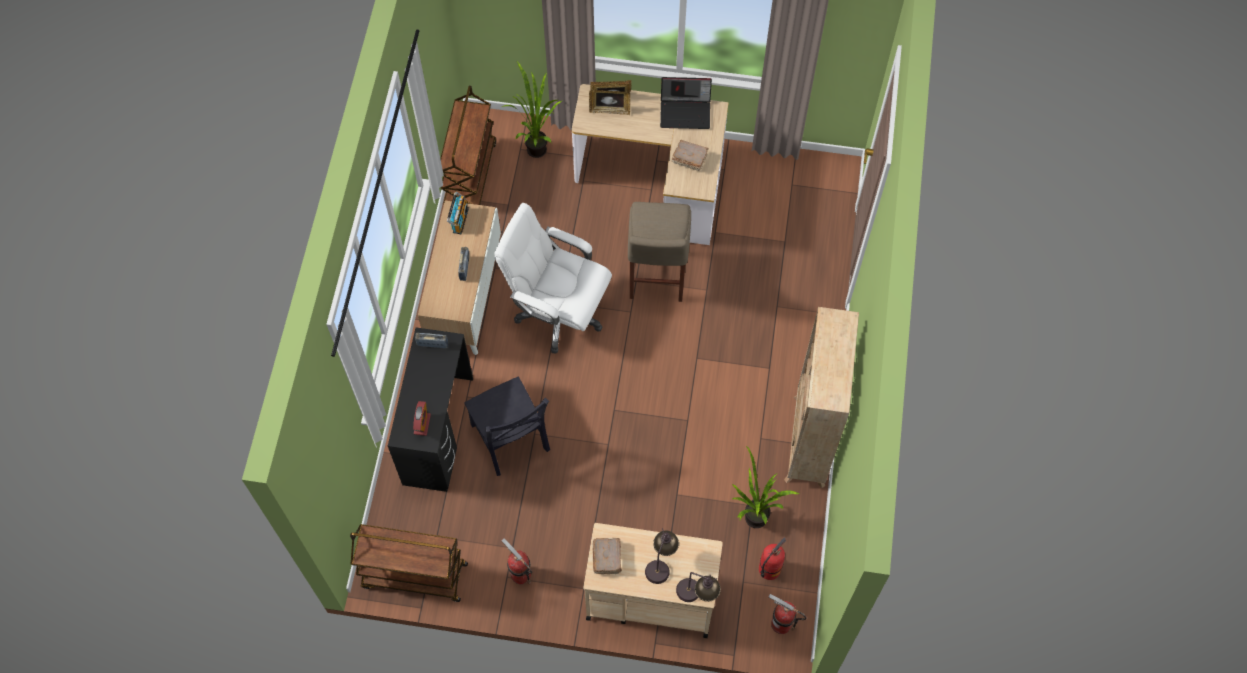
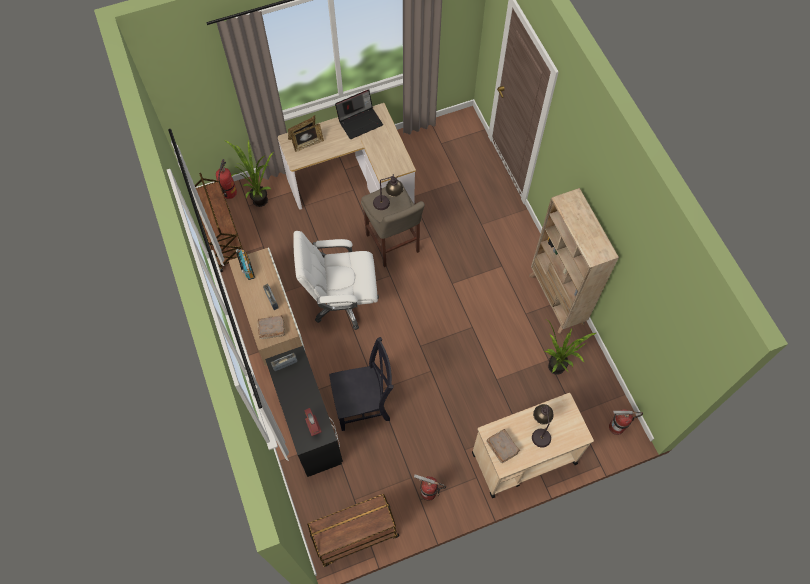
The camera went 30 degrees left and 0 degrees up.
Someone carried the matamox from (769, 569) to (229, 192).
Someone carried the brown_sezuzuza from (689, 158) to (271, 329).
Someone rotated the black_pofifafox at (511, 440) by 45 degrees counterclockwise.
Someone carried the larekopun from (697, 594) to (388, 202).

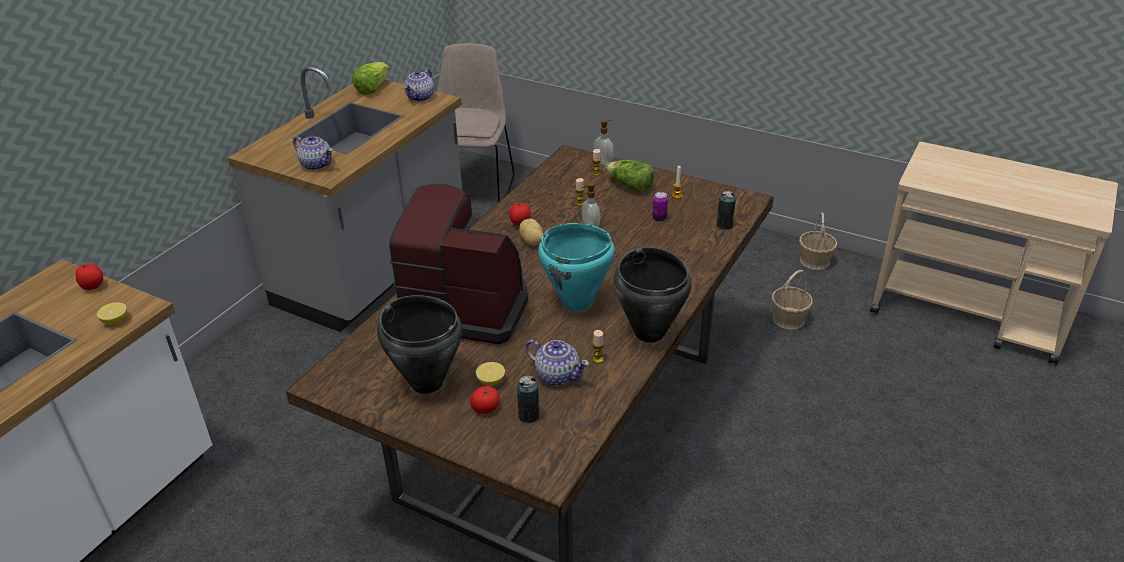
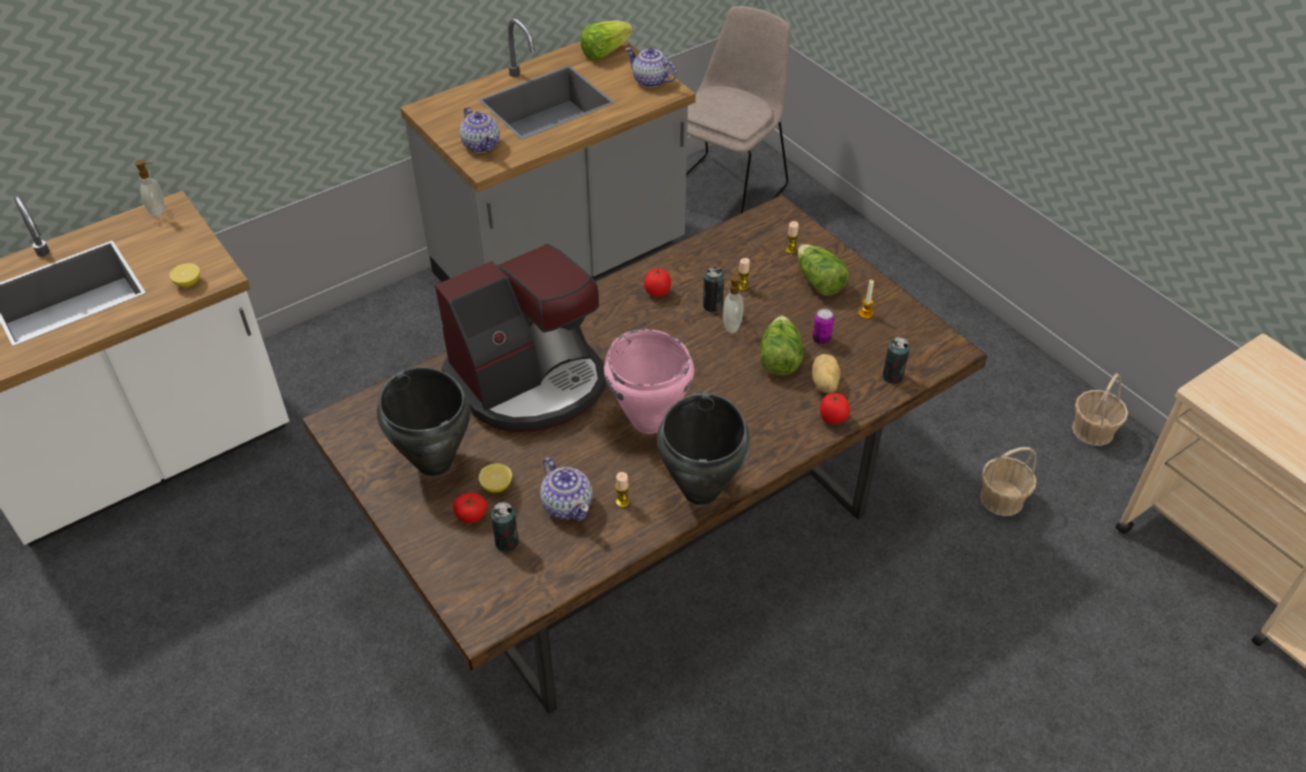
The camera went 25 degrees right and 10 degrees up.
Someone carried the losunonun from (604, 162) to (159, 211).
Someone rotated the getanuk at (465, 306) by 105 degrees clockwise.
Someone repainted the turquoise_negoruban at (577, 303), which became the pink_negoruban at (649, 422).
Someone rotated the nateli at (421, 98) by 75 degrees clockwise.
Someone put down the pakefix at (712, 306).
Someone put down the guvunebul at (779, 358).
Someone carried the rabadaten from (532, 242) to (823, 383).
Someone carried the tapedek from (93, 287) to (833, 419).

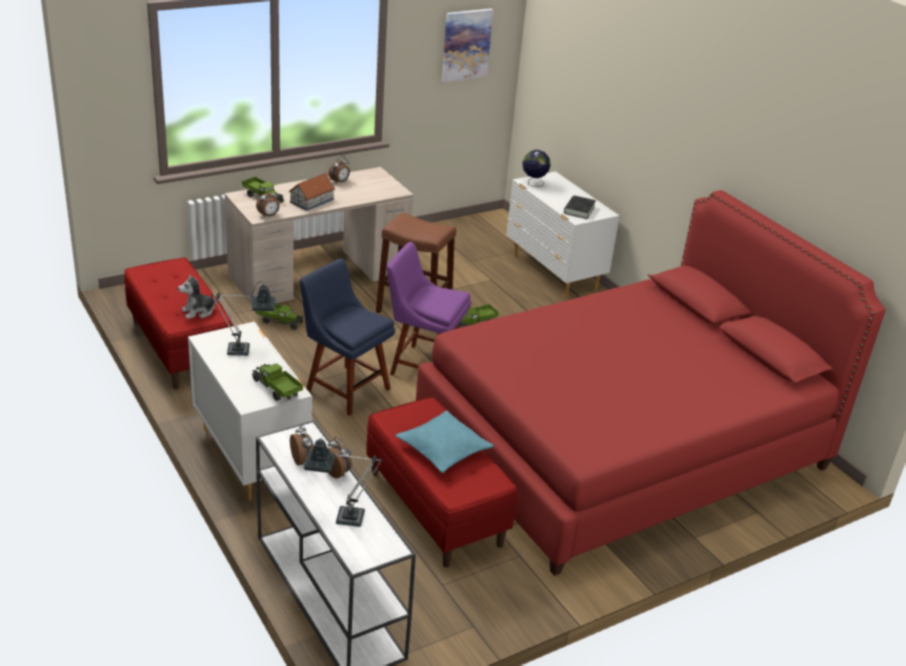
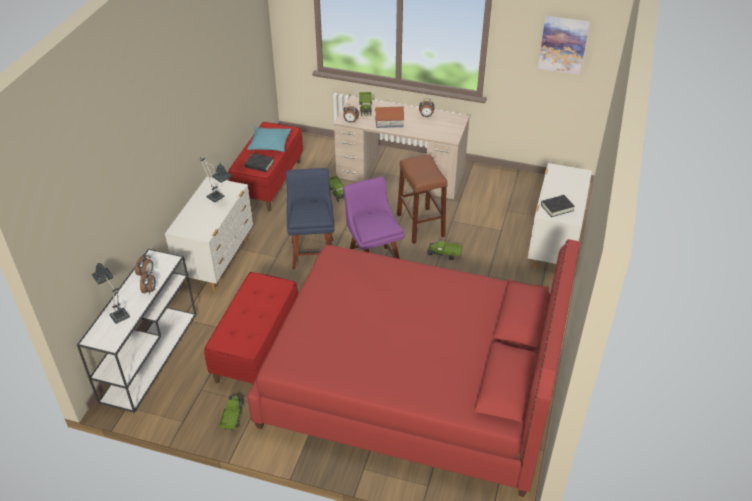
The camera went 50 degrees right and 10 degrees up.
Someone carried the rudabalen from (276, 389) to (233, 416).
Someone swapped the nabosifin at (198, 312) for the black_sezuzuza at (259, 165).
Someone carried the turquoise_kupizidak from (443, 449) to (270, 144).
Someone took away the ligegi at (533, 183).

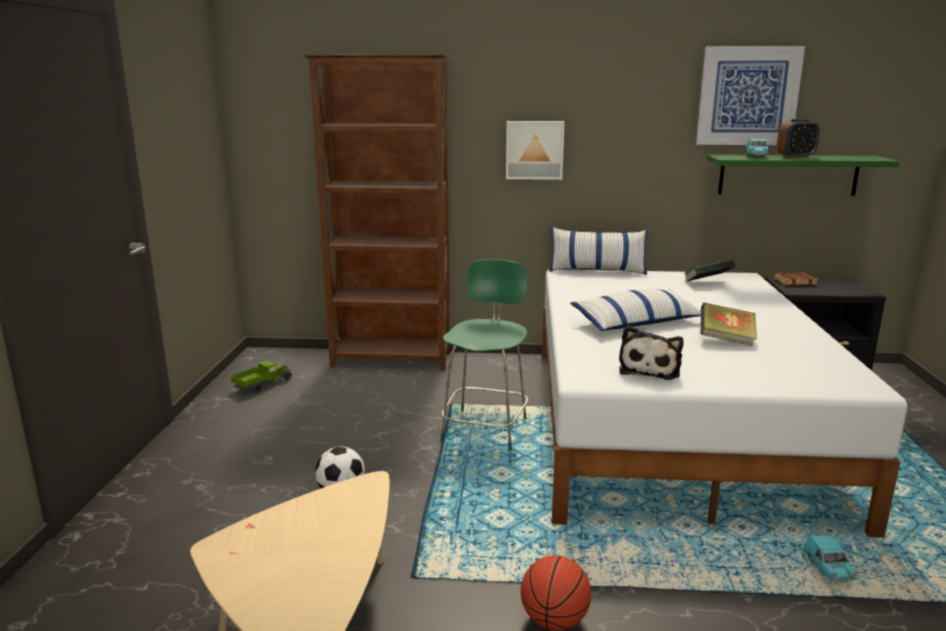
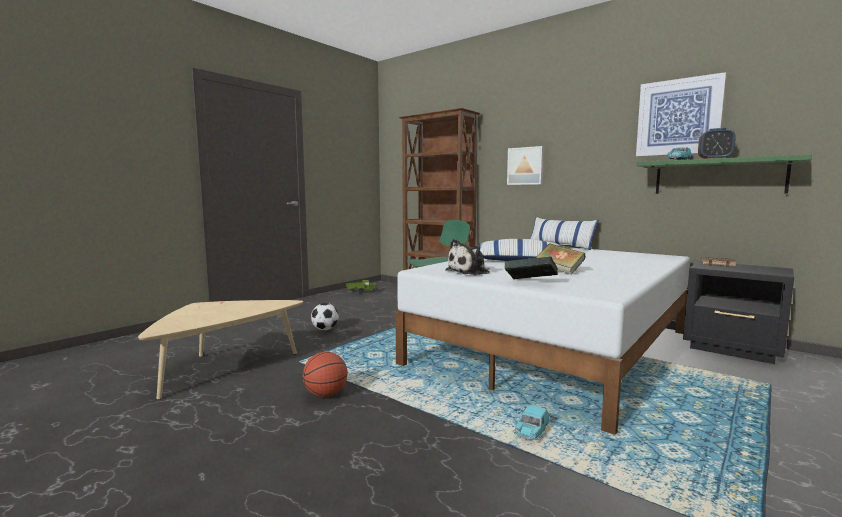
The camera went 35 degrees right and 10 degrees down.
Someone carried the sezuzuza from (707, 283) to (530, 283).

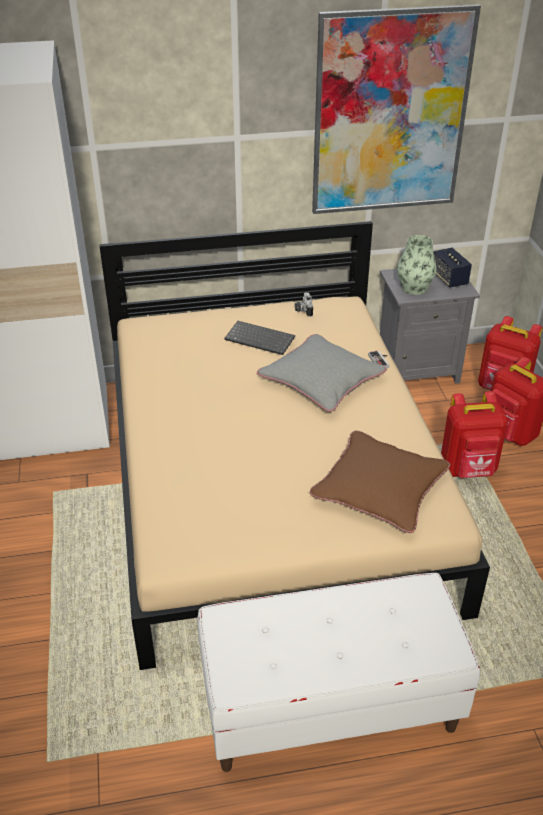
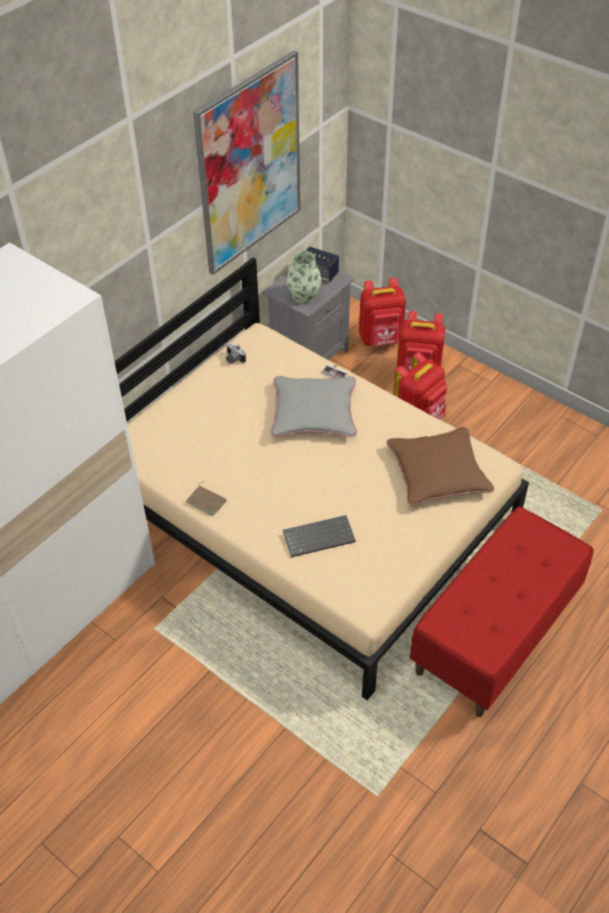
The camera went 40 degrees left and 10 degrees up.
Someone put down the brown_sezuzuza at (207, 501).
Someone carried the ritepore from (261, 339) to (319, 536).
Someone repainted the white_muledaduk at (329, 704), which became the red_muledaduk at (495, 633).

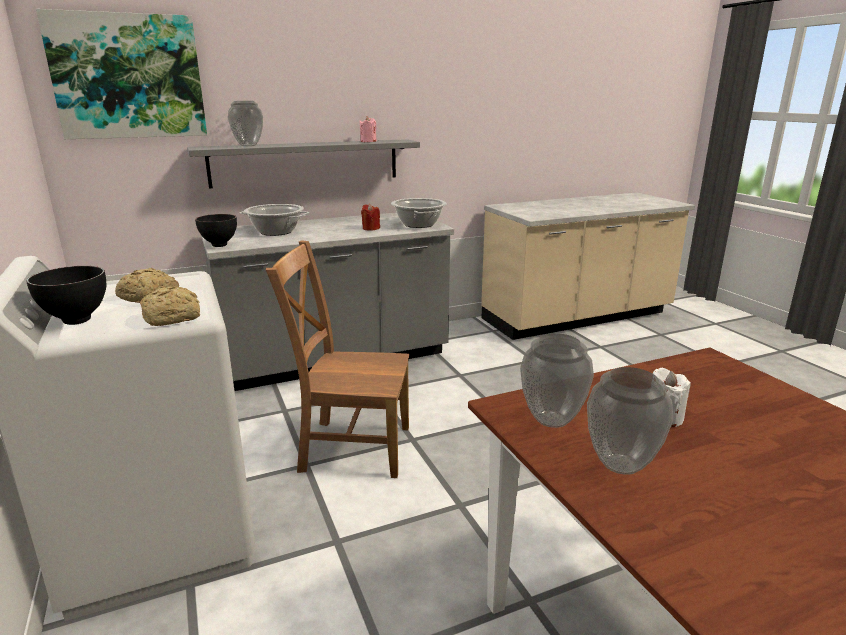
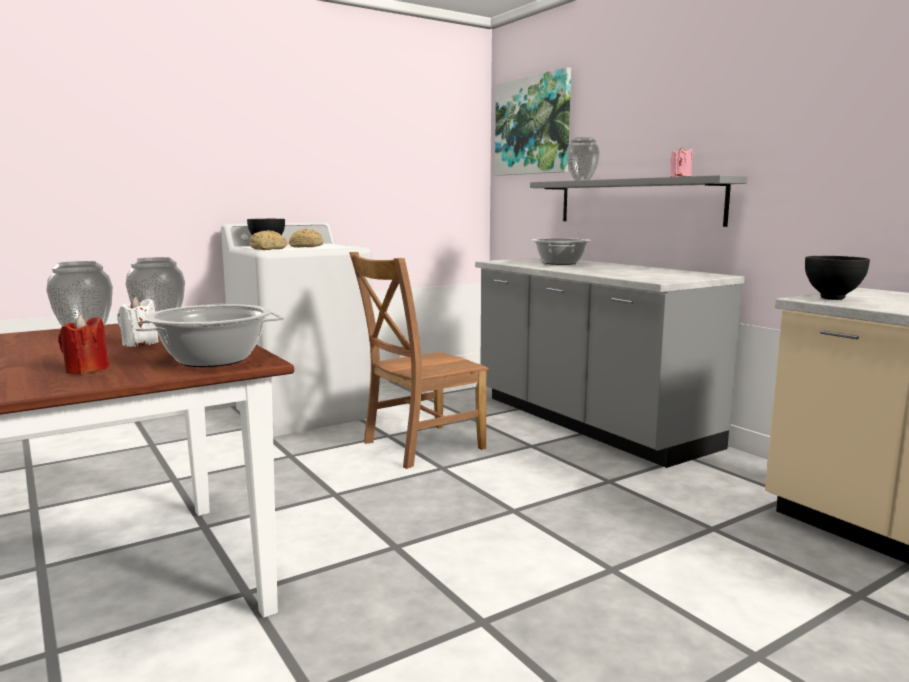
The camera went 80 degrees right and 10 degrees down.
Someone carried the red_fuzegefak from (371, 228) to (86, 370).
Someone carried the negoruban from (419, 224) to (212, 360).
Someone rotated the brown_pofifafox at (350, 447) by 120 degrees counterclockwise.
Someone carried the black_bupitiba from (219, 246) to (831, 298).

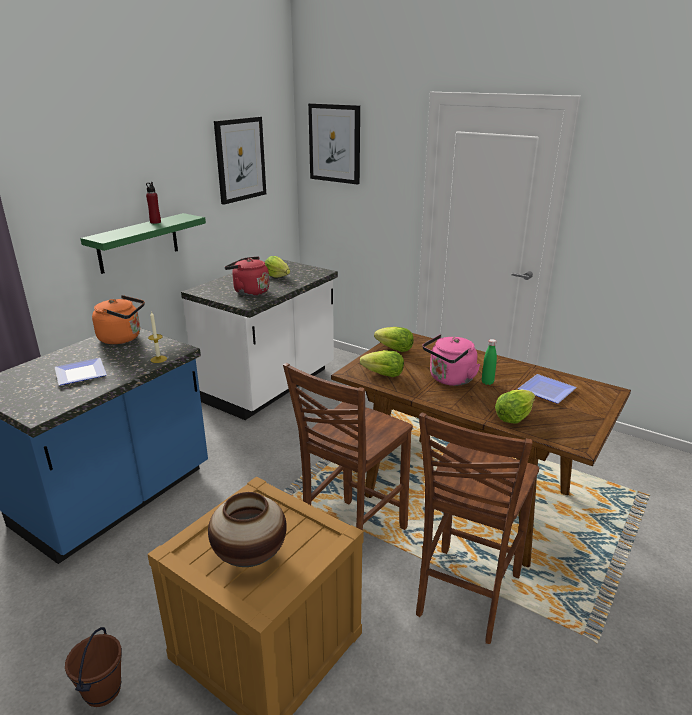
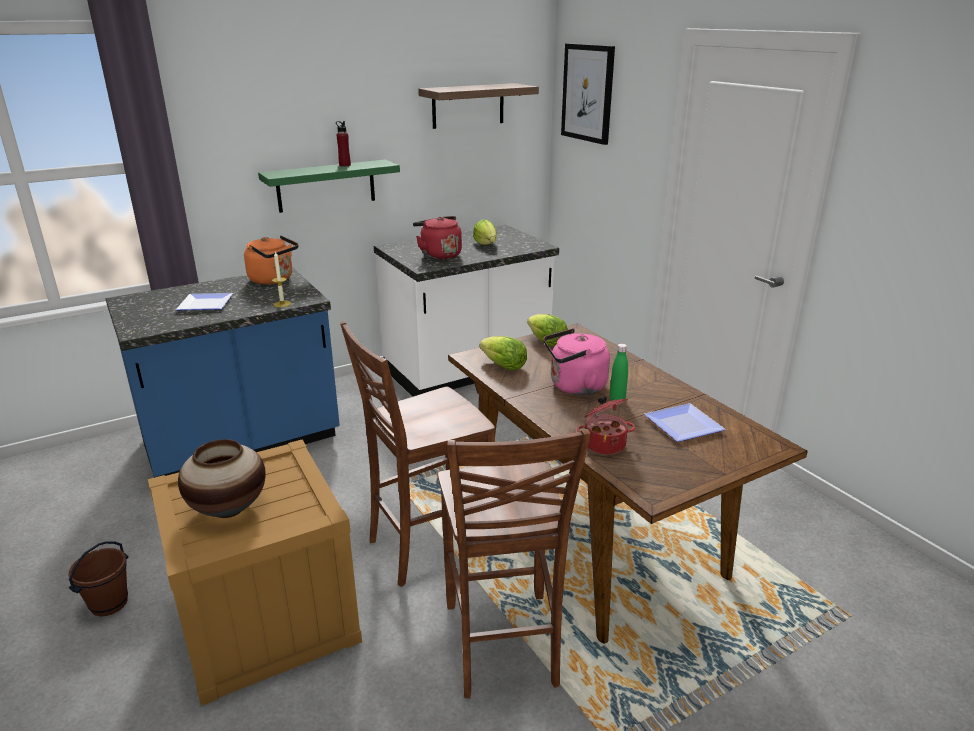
The camera went 25 degrees right and 0 degrees up.
Someone swapped the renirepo at (240, 159) for the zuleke at (468, 105).
Someone rotated the brown_pofifafox at (465, 595) by 60 degrees counterclockwise.
Someone swapped the guvunebul at (513, 417) for the negoruban at (604, 444).

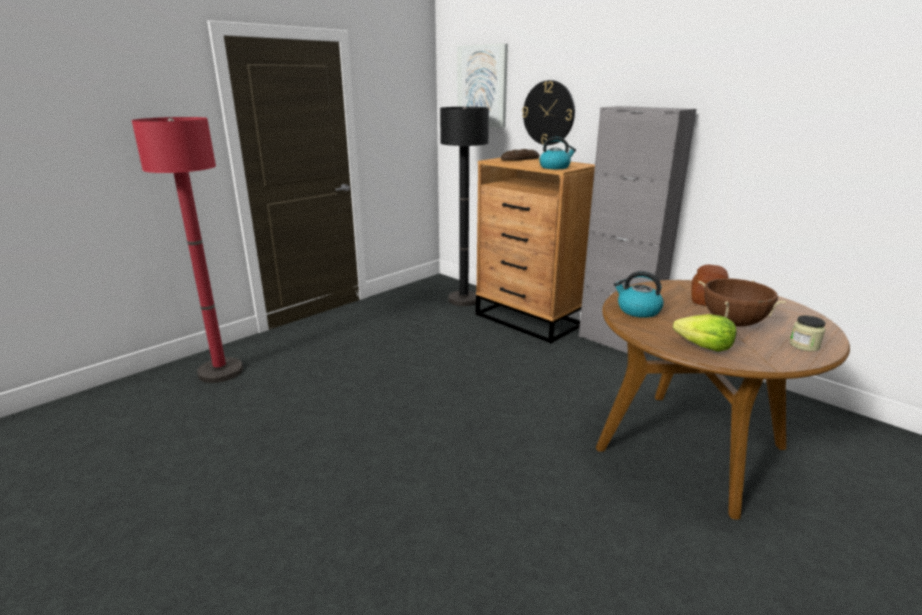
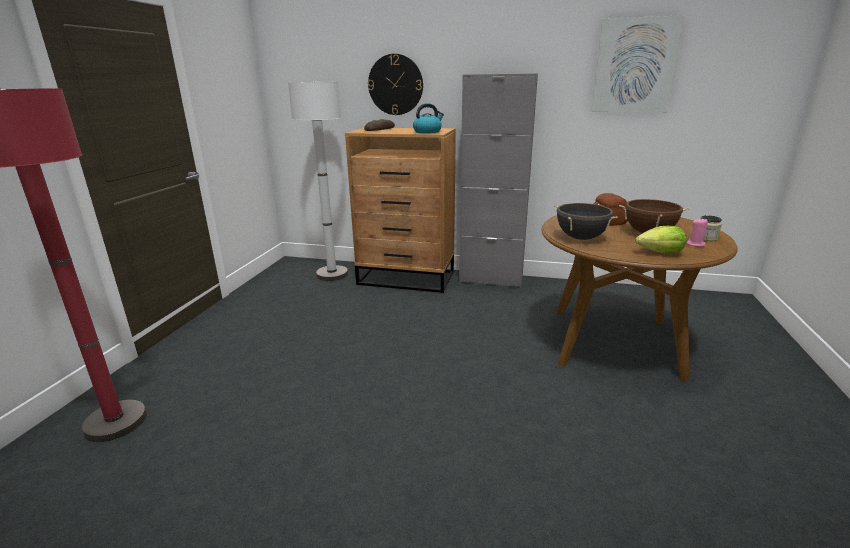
The camera went 30 degrees left and 0 degrees up.
Someone repainted the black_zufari at (464, 299), which became the white_zufari at (332, 274).
Someone swapped the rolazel at (638, 310) for the black_negoruban at (581, 238).
Someone carried the renirepo from (482, 86) to (634, 66).
Someone put down the pink_fuzegefak at (695, 244).

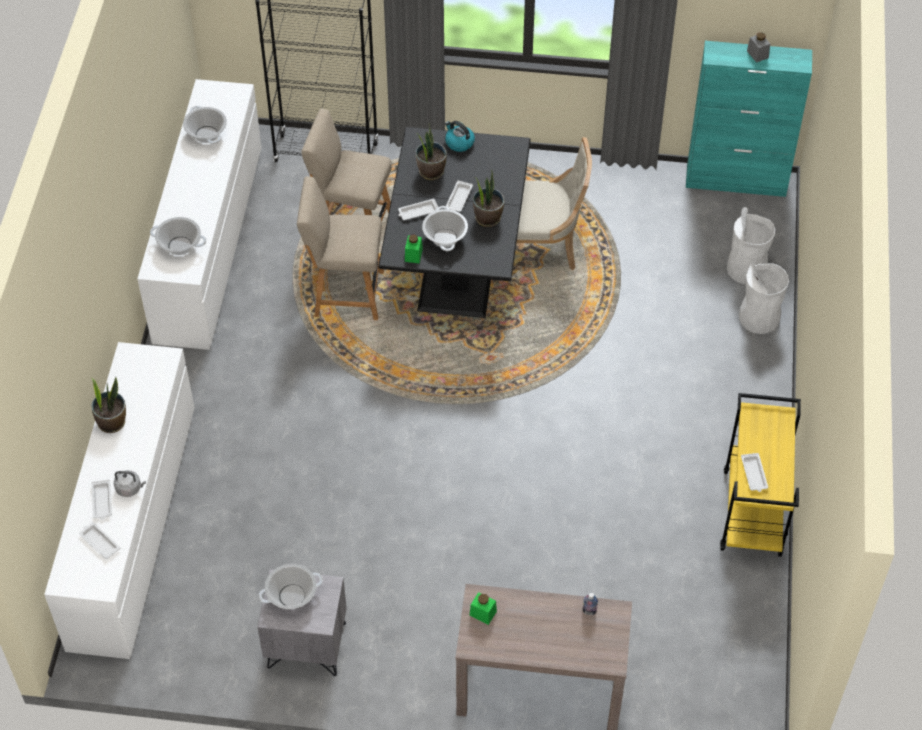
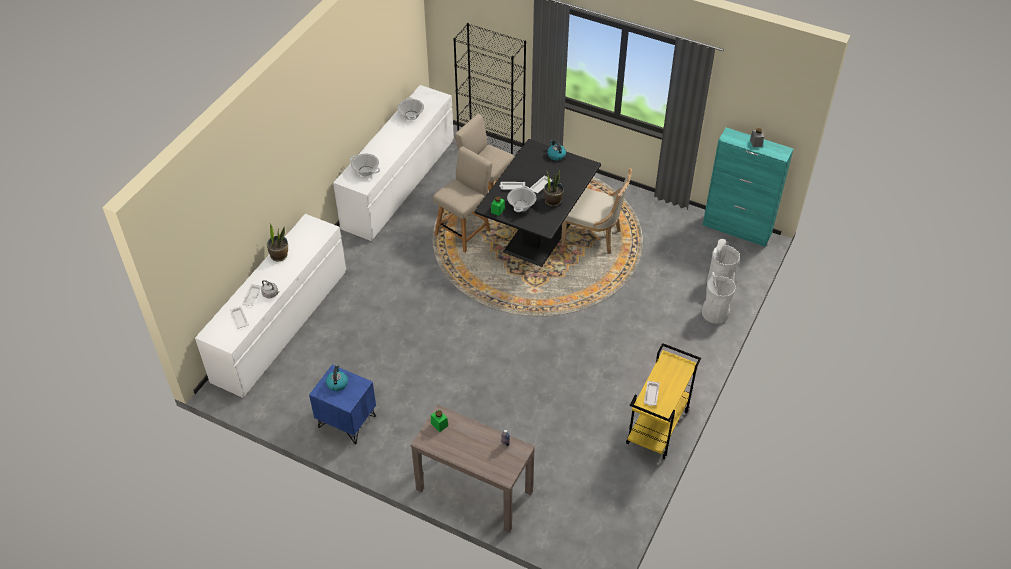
The camera went 20 degrees right and 5 degrees down.
Someone repainted the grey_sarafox at (306, 646), which became the blue_sarafox at (346, 422).
Someone swapped the negoruban at (292, 596) for the rolazel at (337, 383).
Someone rotated the beige_pofifafox at (345, 293) by 105 degrees clockwise.
Someone took away the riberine at (431, 171).

